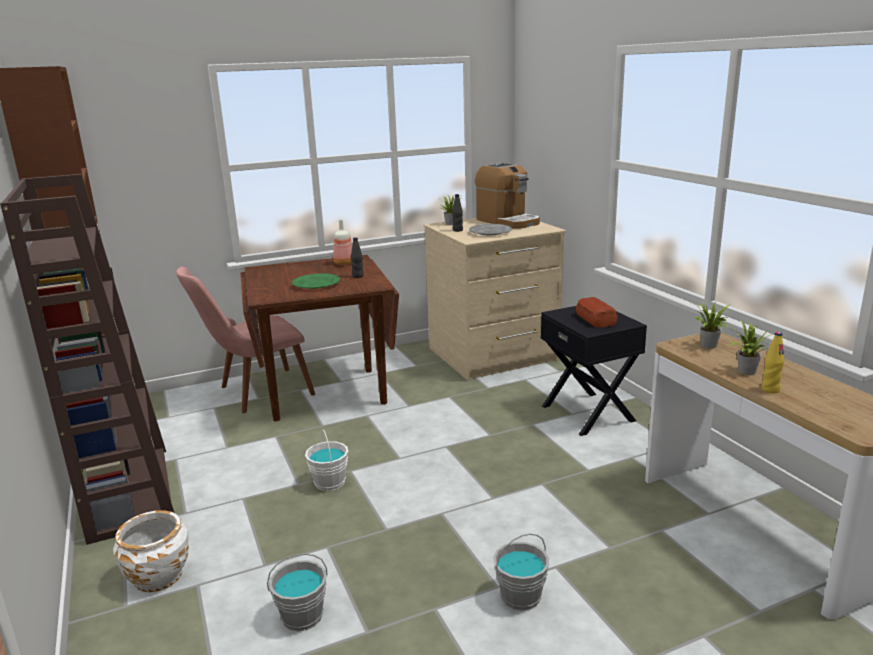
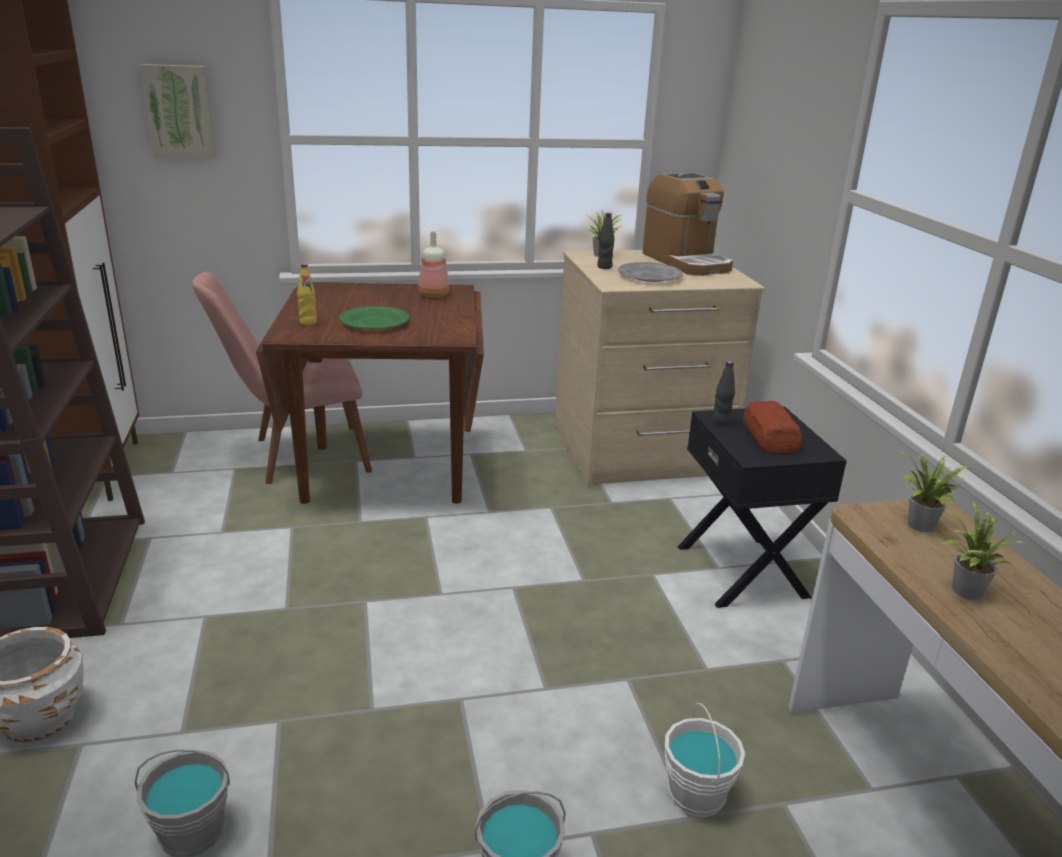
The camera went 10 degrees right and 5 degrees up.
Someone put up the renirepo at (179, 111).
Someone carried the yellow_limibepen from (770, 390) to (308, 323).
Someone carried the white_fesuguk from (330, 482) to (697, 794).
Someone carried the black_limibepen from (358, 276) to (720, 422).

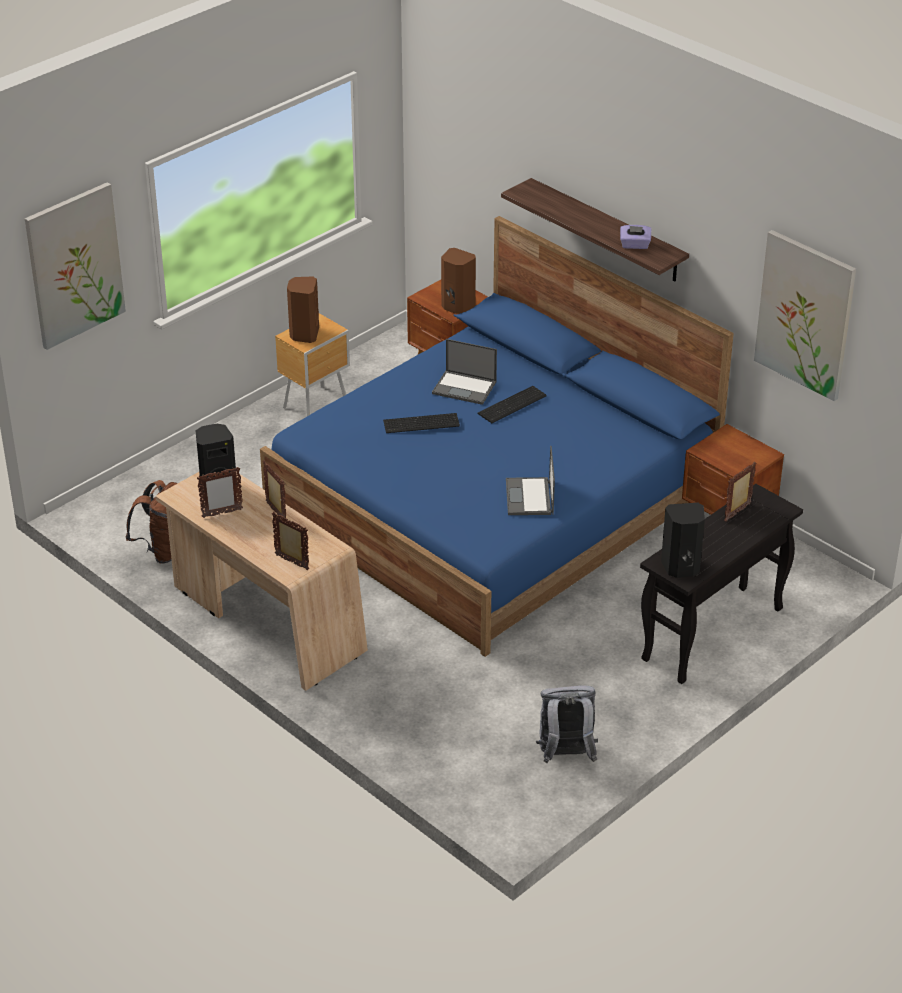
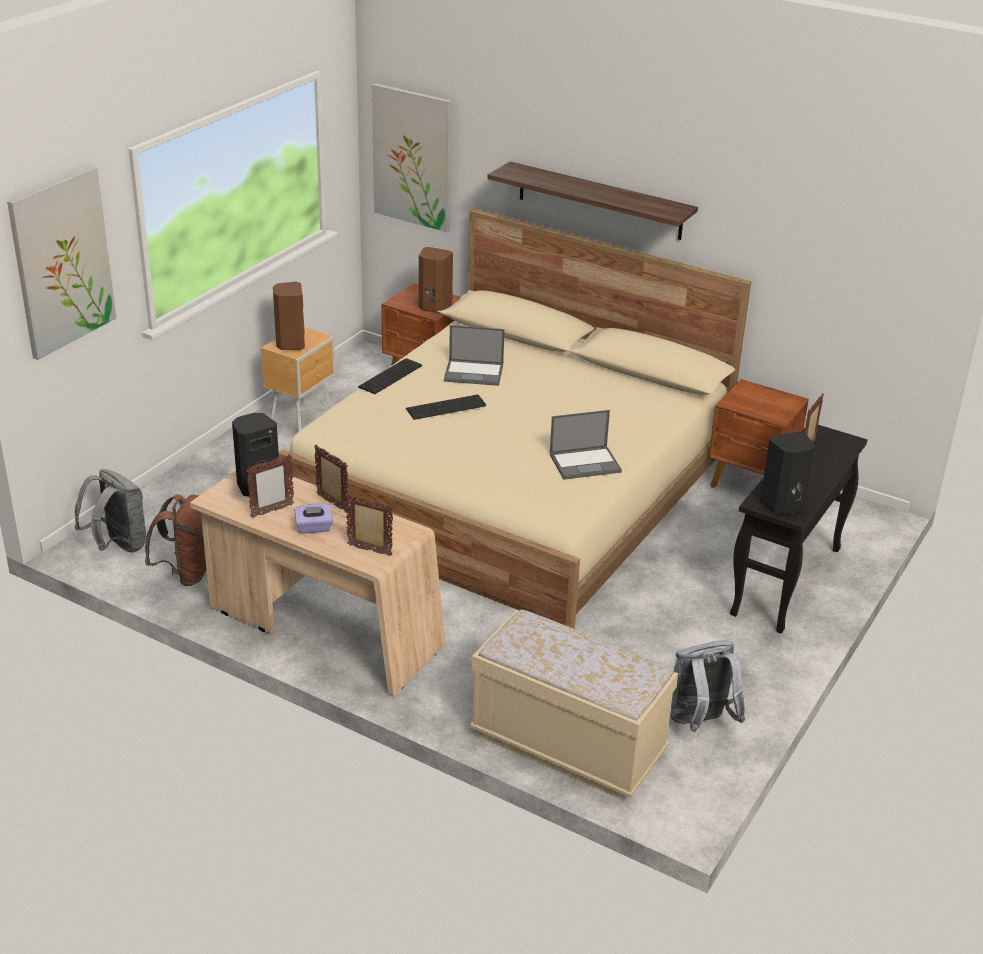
The camera went 15 degrees left and 5 degrees down.
Someone put down the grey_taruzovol at (118, 546).
Someone repainted the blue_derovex at (492, 503), which became the beige_derovex at (514, 488).
Someone carried the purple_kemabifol from (635, 245) to (314, 528).
Someone carried the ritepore from (513, 405) to (392, 376).
Someone carried the renirepo from (805, 315) to (413, 157).
Someone put down the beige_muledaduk at (568, 745).
Someone rotated the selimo at (529, 497) by 90 degrees counterclockwise.

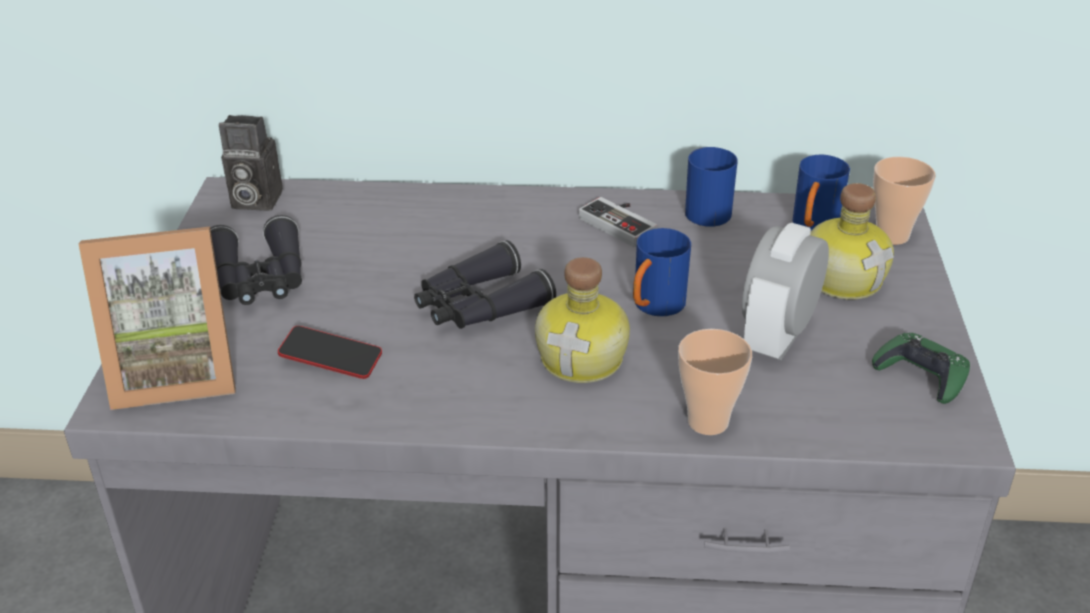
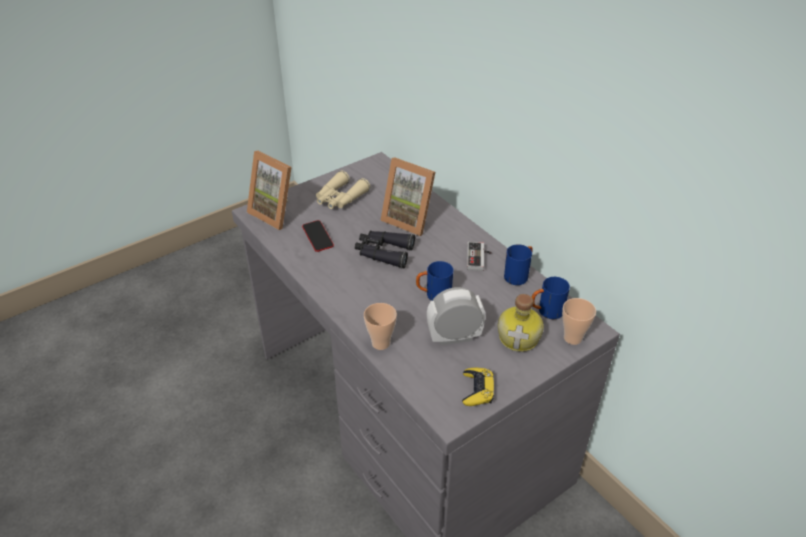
The camera went 50 degrees right and 5 degrees up.
Someone repainted the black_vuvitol at (259, 279), which became the beige_vuvitol at (340, 198).
Someone put down the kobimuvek at (410, 219).
Someone repainted the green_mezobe at (921, 375), which became the yellow_mezobe at (477, 390).
Someone took away the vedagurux at (253, 201).
Someone took away the limibepen at (584, 358).

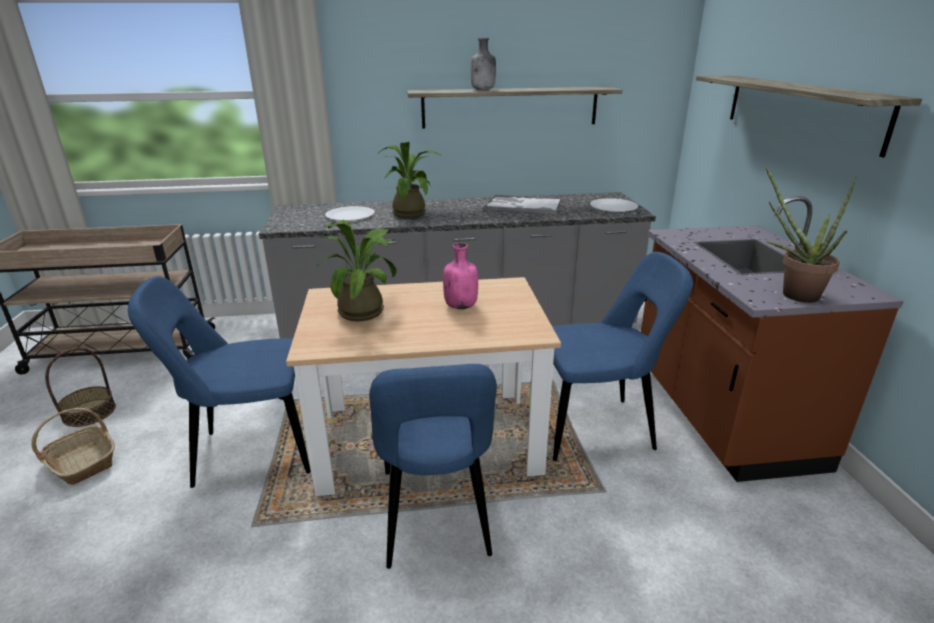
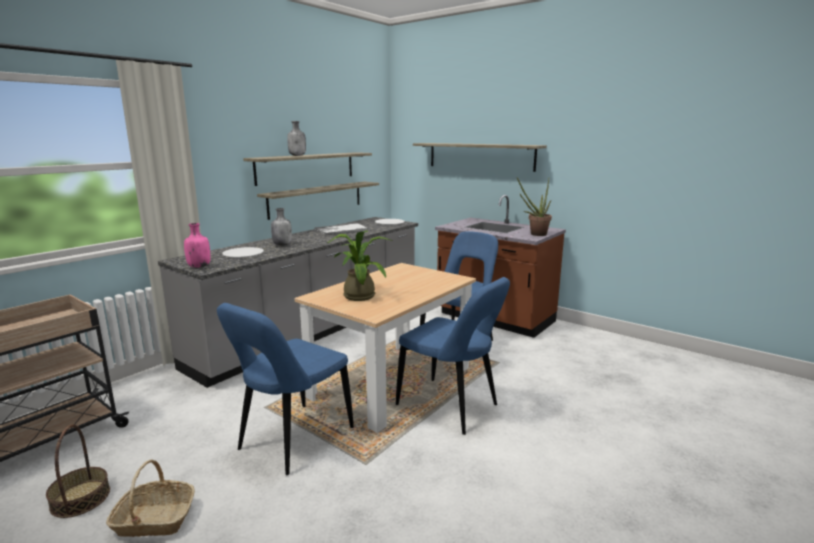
The camera went 45 degrees left and 10 degrees down.
Someone carried the pink_limibepen from (461, 306) to (199, 266).
Someone put up the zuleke at (316, 199).
Someone swapped the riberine at (410, 213) for the grey_limibepen at (282, 245).

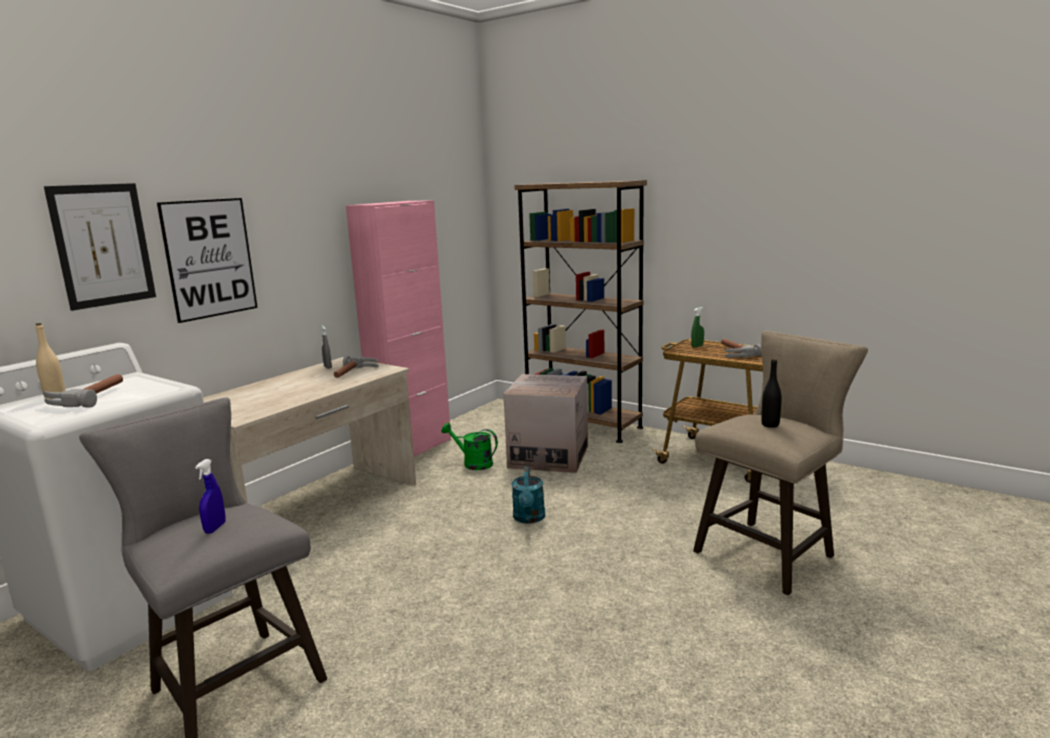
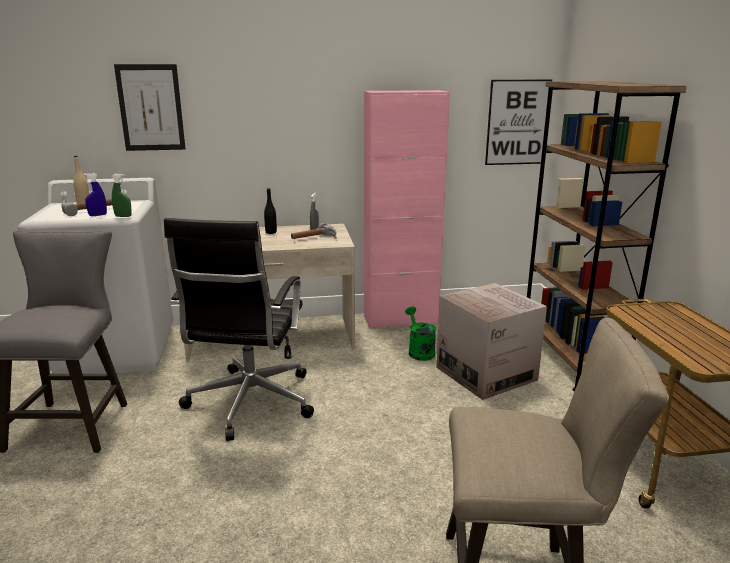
The camera went 45 degrees right and 5 degrees up.
Someone carried the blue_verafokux from (215, 528) to (98, 215).
Someone carried the green_verafokux from (697, 346) to (123, 216).
Someone put down the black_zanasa at (249, 403).
Someone carried the black_limibepen from (770, 425) to (271, 232).
Someone carried the renirepo from (209, 258) to (517, 122).
Someone took away the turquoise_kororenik at (529, 518).
Someone took away the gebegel at (731, 353).

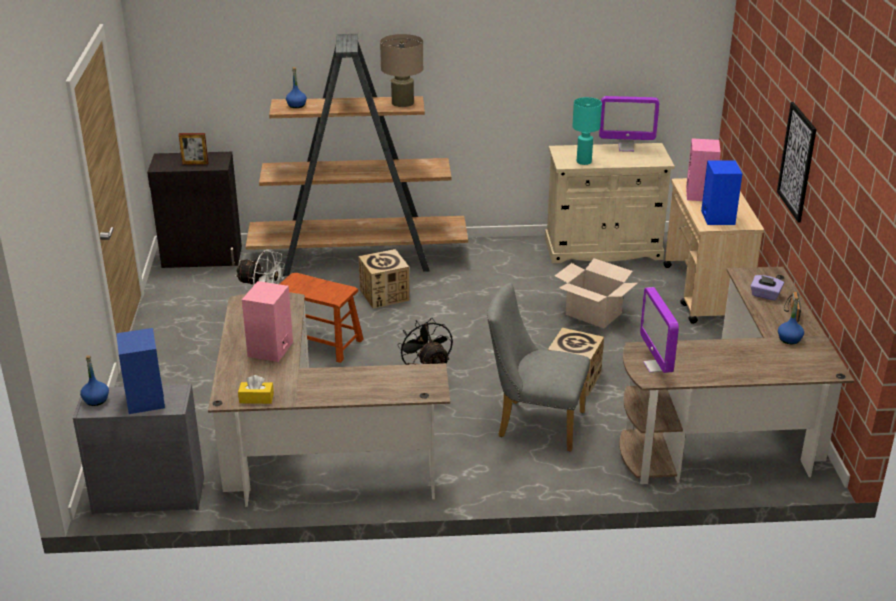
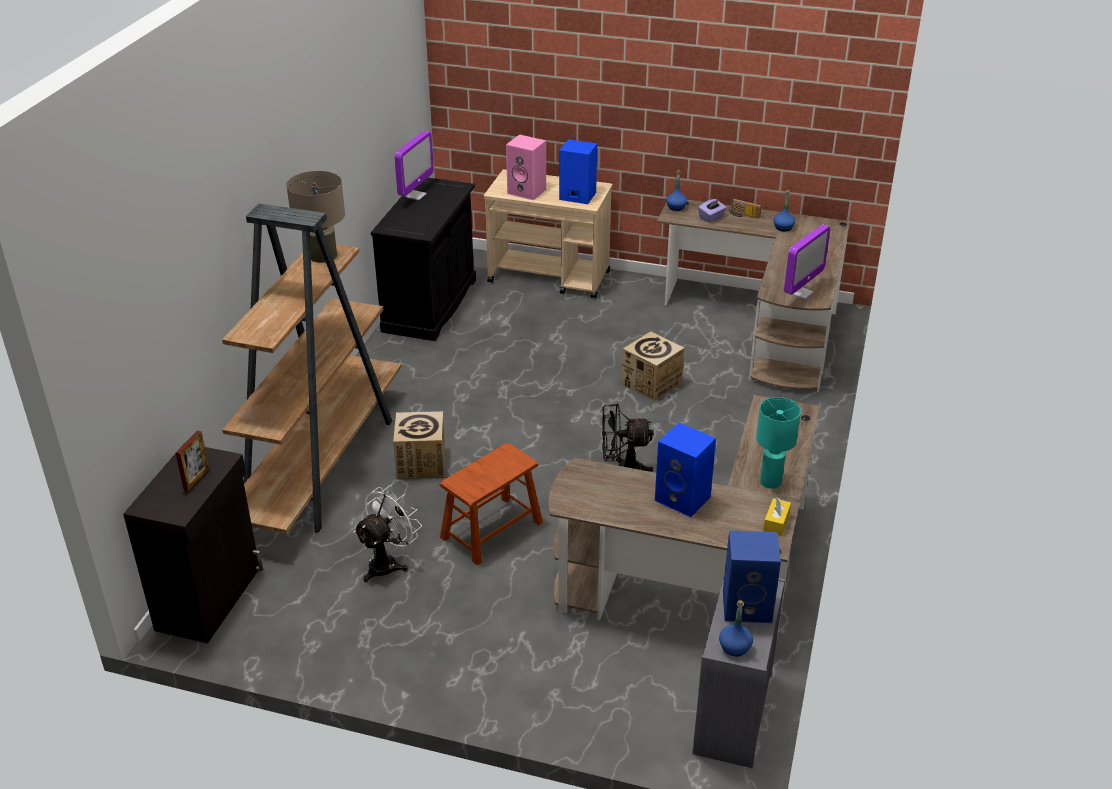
The camera went 70 degrees left and 5 degrees up.
Someone repainted the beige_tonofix at (603, 249), which became the black_tonofix at (430, 305).
Someone repainted the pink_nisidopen at (271, 350), which became the blue_nisidopen at (684, 498).
Someone carried the blue_limibepen from (296, 105) to (676, 207).
Someone carried the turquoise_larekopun from (584, 162) to (770, 481).
Someone rotated the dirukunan at (656, 366) by 60 degrees counterclockwise.
Someone took away the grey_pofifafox at (534, 423).
Someone took away the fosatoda at (594, 314).
Someone took away the renirepo at (797, 162).

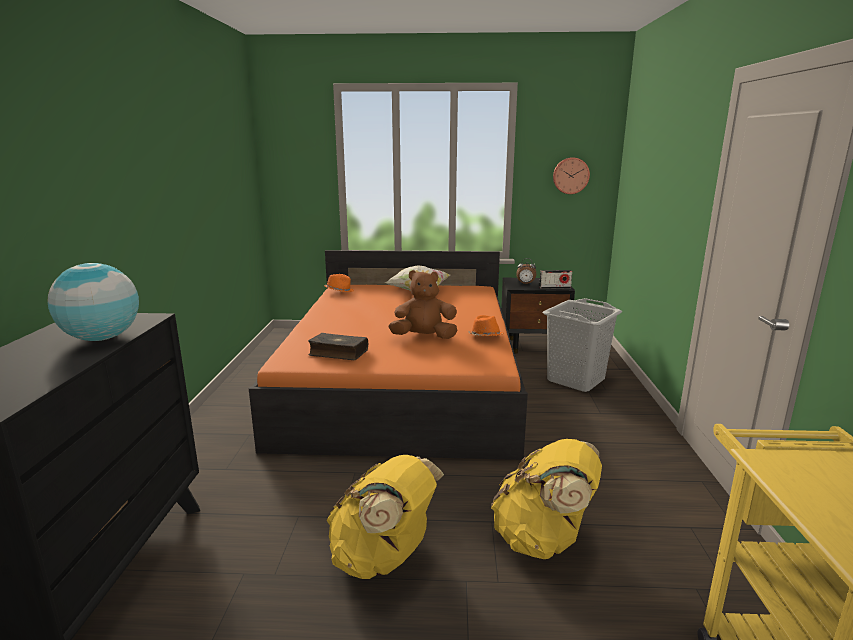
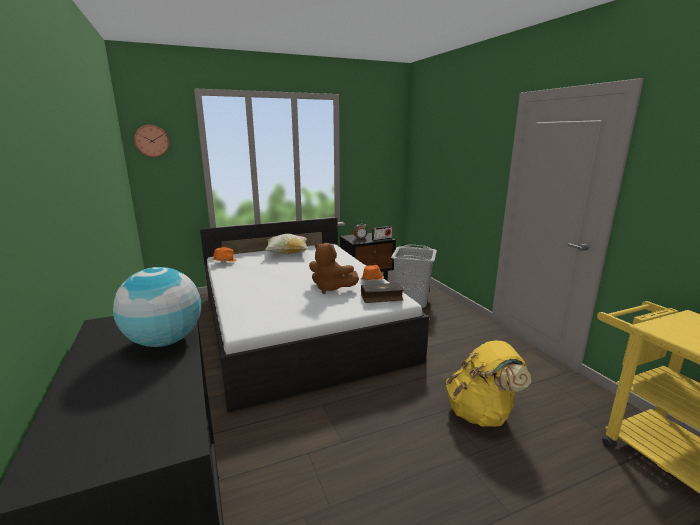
The camera went 25 degrees left and 0 degrees up.
Someone carried the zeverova from (570, 175) to (152, 141).
Someone repainted the orange_derovex at (402, 382), which became the white_derovex at (299, 325).
Someone rotated the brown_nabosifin at (424, 337) by 120 degrees counterclockwise.
Someone carried the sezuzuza from (338, 353) to (382, 297).
Someone took away the yellow_taruzovol at (384, 558).

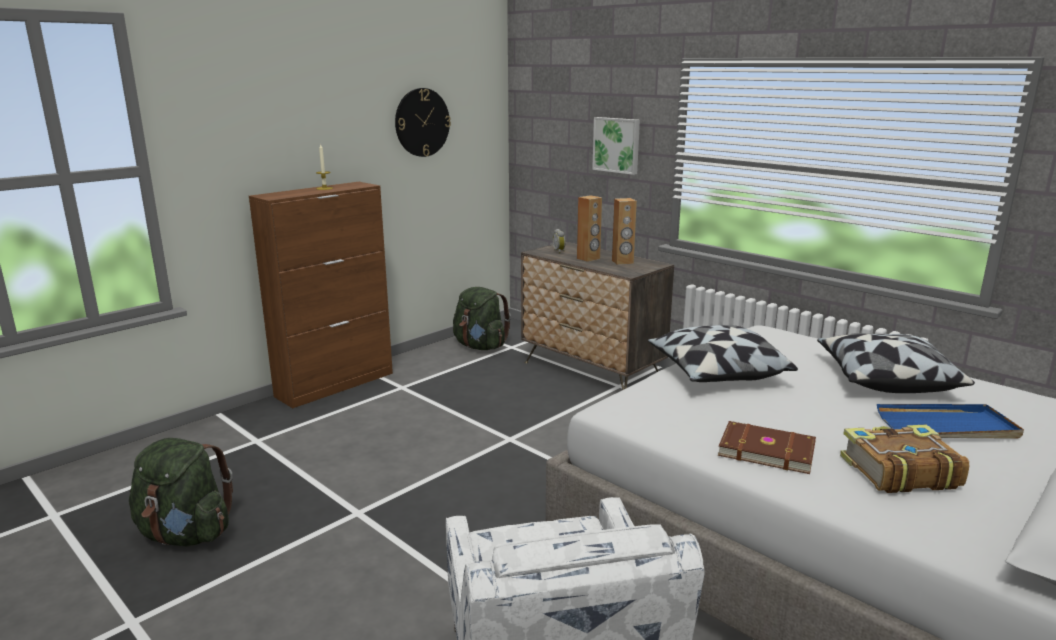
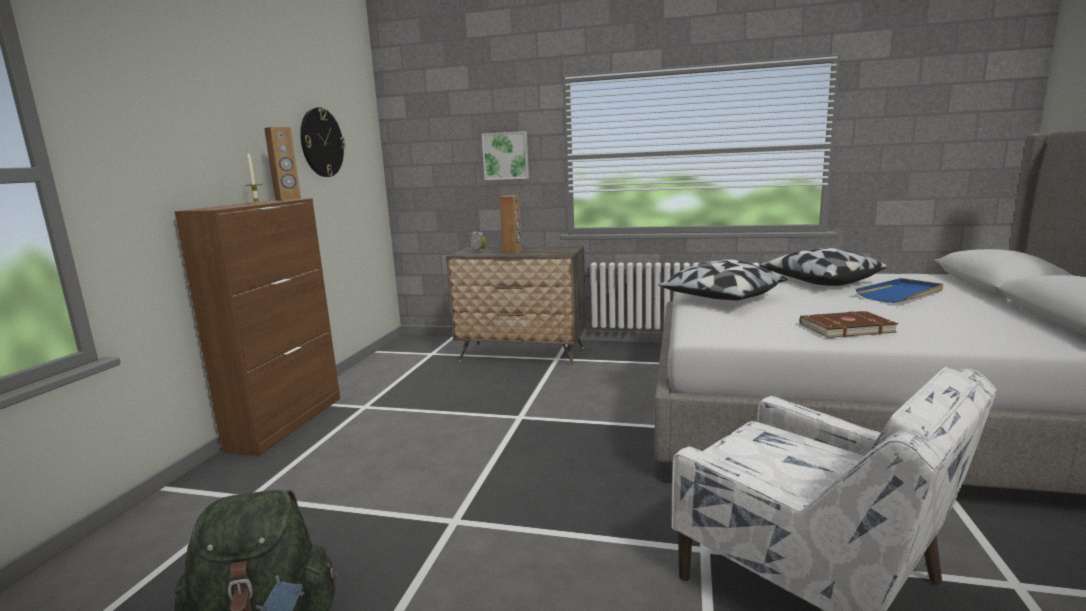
The camera went 30 degrees left and 5 degrees down.
Someone carried the brown_nisidopen from (622, 262) to (288, 199).
Someone took away the green_taruzovol at (480, 346).
Someone took away the sezuzuza at (897, 472).

